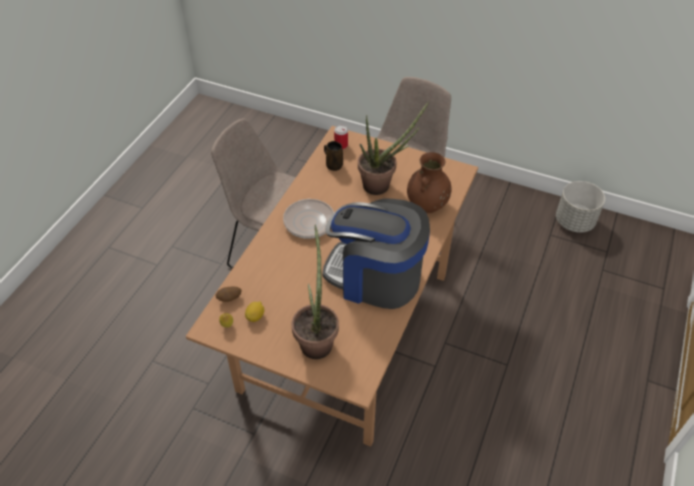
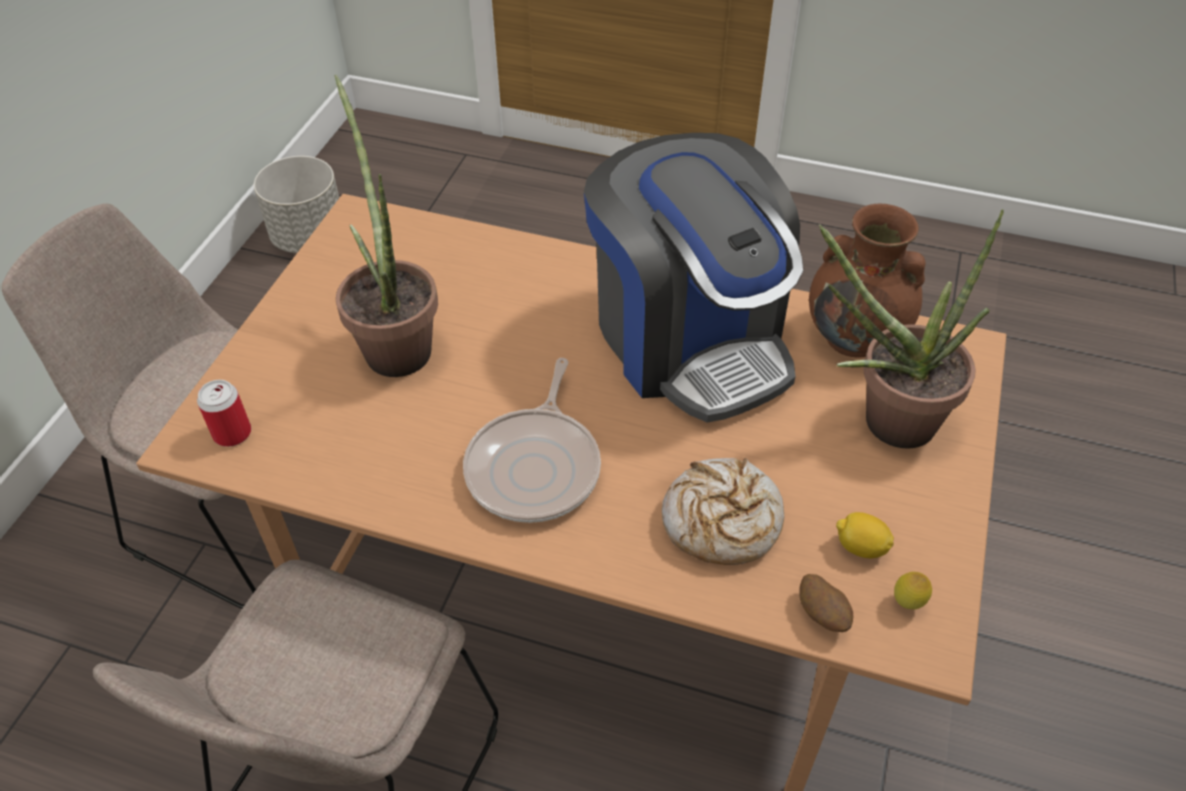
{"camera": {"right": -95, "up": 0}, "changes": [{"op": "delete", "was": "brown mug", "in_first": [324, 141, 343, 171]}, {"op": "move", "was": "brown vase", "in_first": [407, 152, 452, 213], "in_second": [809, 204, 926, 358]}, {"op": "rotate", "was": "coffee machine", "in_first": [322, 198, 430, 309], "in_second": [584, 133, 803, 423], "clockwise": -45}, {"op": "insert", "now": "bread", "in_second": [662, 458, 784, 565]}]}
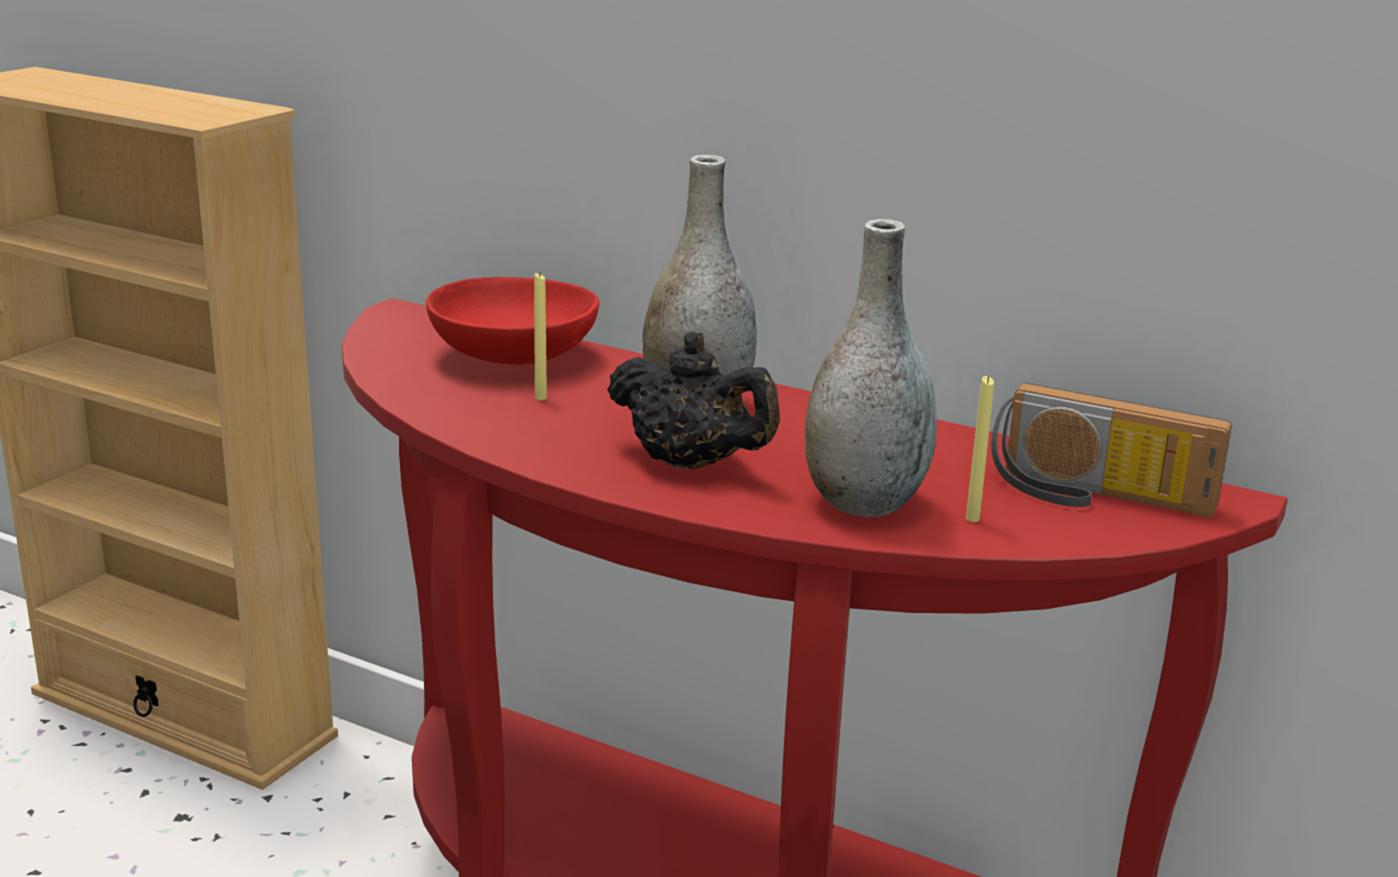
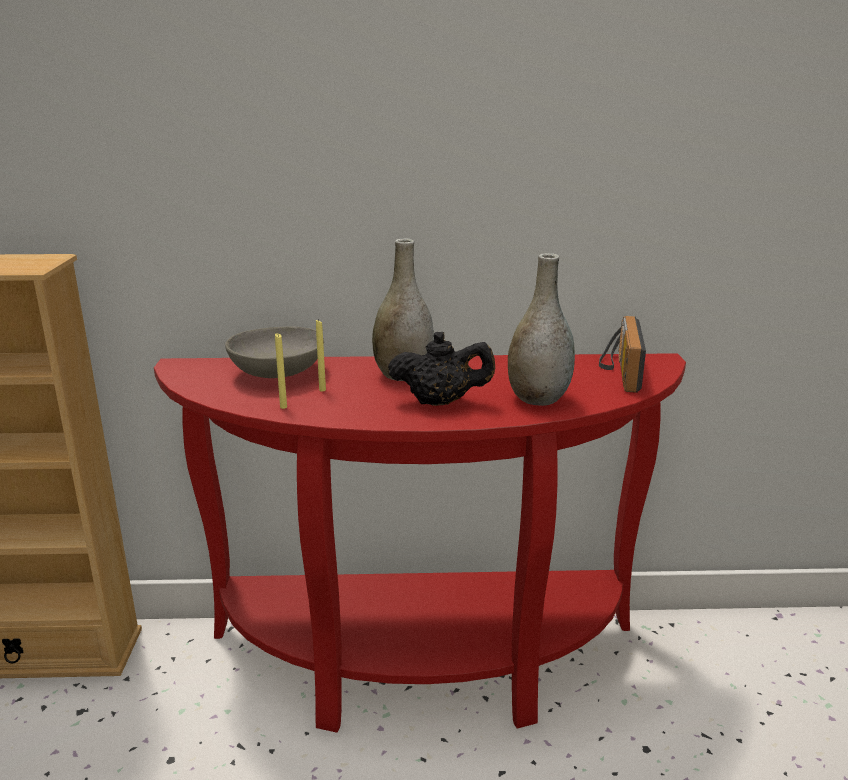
{"camera": {"right": -30, "up": 0}, "changes": [{"op": "recolor", "was": "red bowl", "now": "grey bowl", "in_first": [426, 277, 599, 365], "in_second": [225, 327, 324, 378]}, {"op": "move", "was": "yellow candle", "in_first": [966, 375, 994, 522], "in_second": [275, 334, 287, 409]}, {"op": "rotate", "was": "radio", "in_first": [991, 383, 1232, 517], "in_second": [599, 316, 646, 393], "clockwise": 105}]}
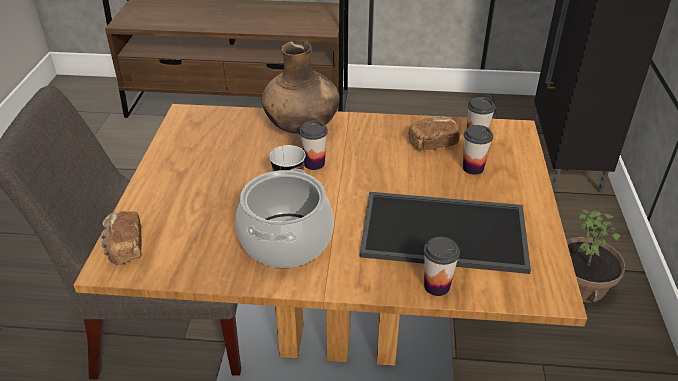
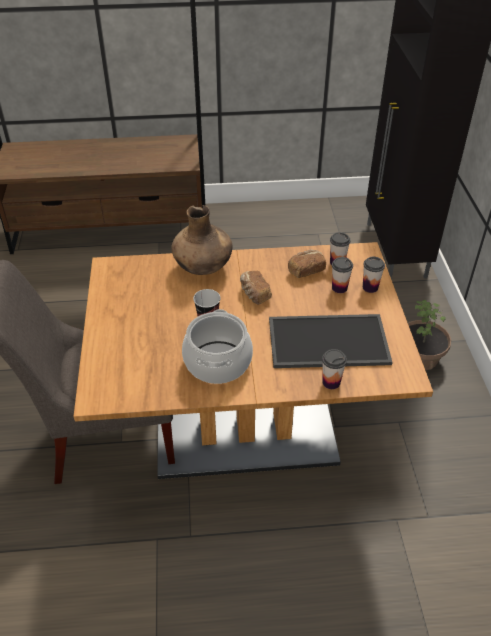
{"camera": {"right": -10, "up": 5}, "changes": [{"op": "move", "was": "cup", "in_first": [299, 121, 328, 170], "in_second": [363, 257, 385, 293]}, {"op": "move", "was": "bread", "in_first": [100, 211, 142, 265], "in_second": [240, 271, 272, 305]}]}
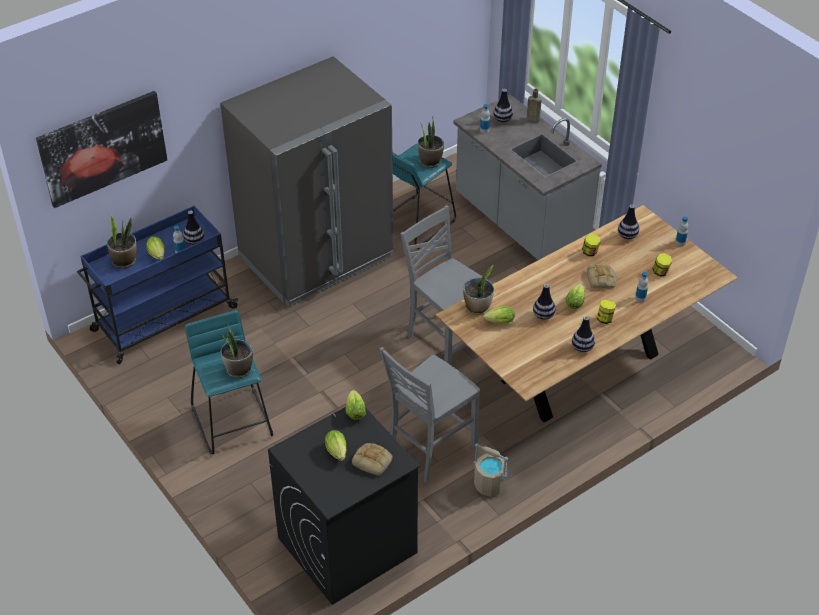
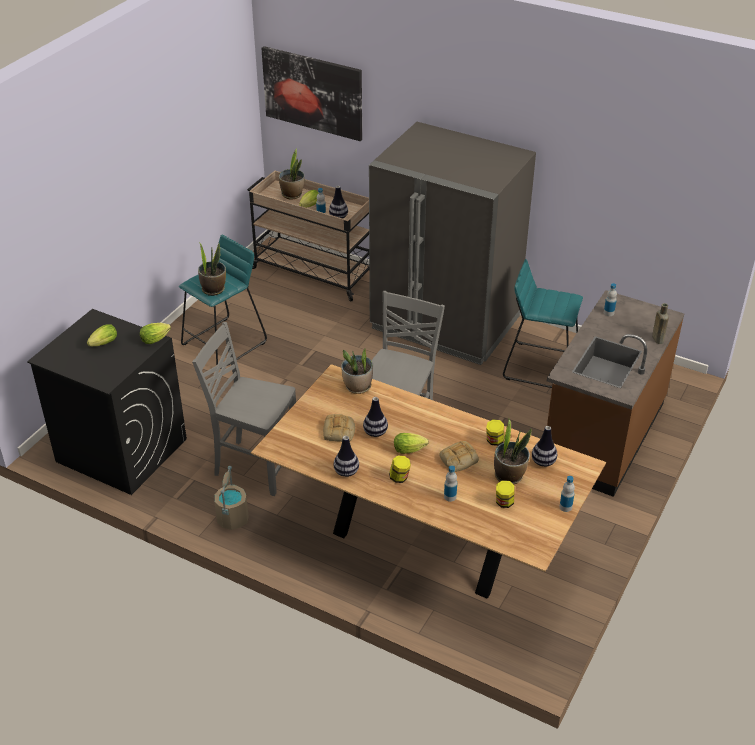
{"camera": {"right": 65, "up": -5}, "changes": [{"op": "delete", "was": "vase", "in_first": [493, 89, 513, 122]}, {"op": "recolor", "was": "grey counter", "now": "brown counter", "in_first": [453, 95, 602, 260], "in_second": [547, 290, 684, 497]}, {"op": "move", "was": "potted plant", "in_first": [418, 120, 444, 168], "in_second": [494, 419, 532, 484]}, {"op": "recolor", "was": "blue cart", "now": "beige cart", "in_first": [77, 206, 238, 364], "in_second": [247, 171, 369, 302]}, {"op": "delete", "was": "lettuce", "in_first": [483, 306, 515, 323]}, {"op": "move", "was": "bread", "in_first": [352, 443, 393, 476], "in_second": [323, 414, 355, 442]}]}
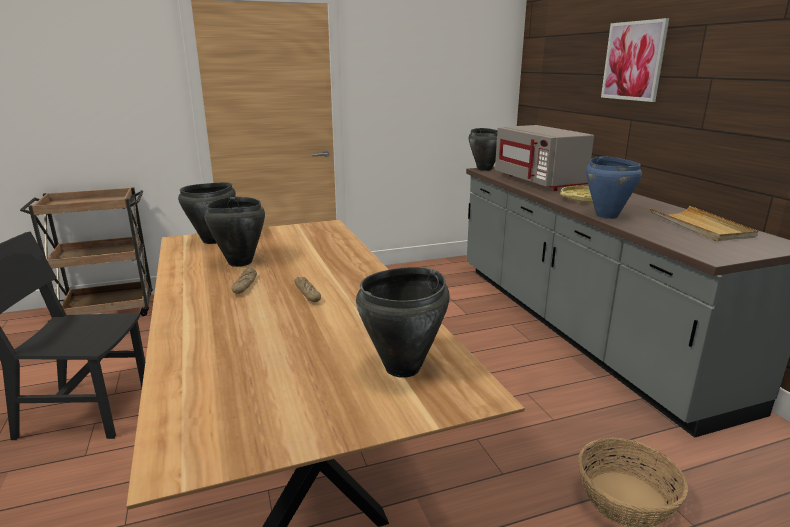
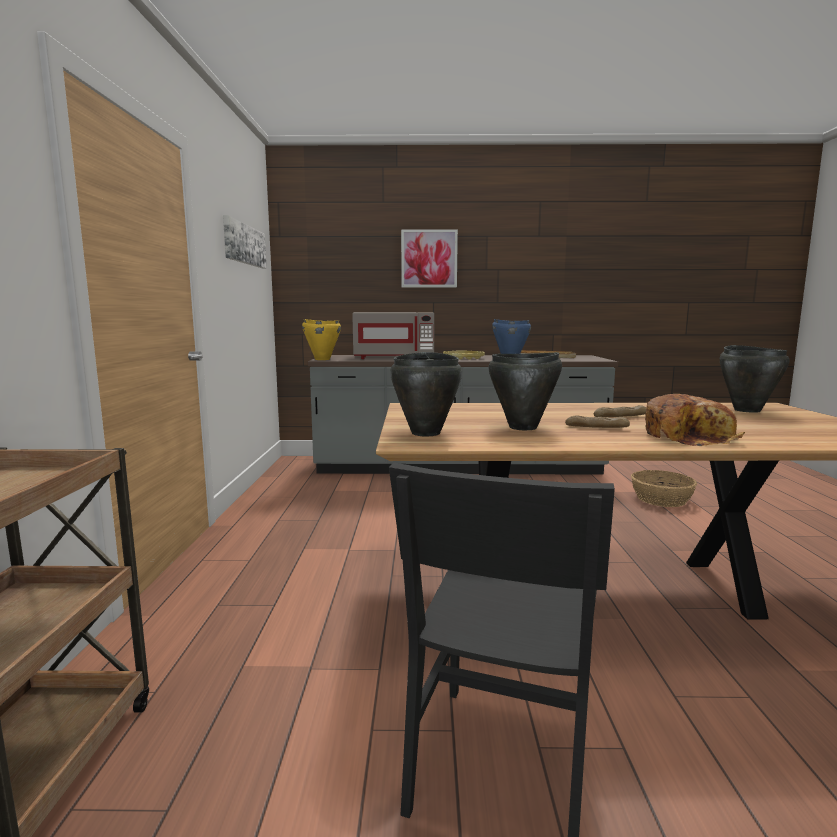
{"camera": {"right": -70, "up": -10}, "changes": [{"op": "recolor", "was": "black cooking pot", "now": "yellow cooking pot", "in_first": [469, 128, 498, 171], "in_second": [302, 319, 341, 360]}, {"op": "insert", "now": "picture", "in_second": [223, 215, 267, 268]}, {"op": "insert", "now": "bread", "in_second": [645, 394, 745, 446]}]}
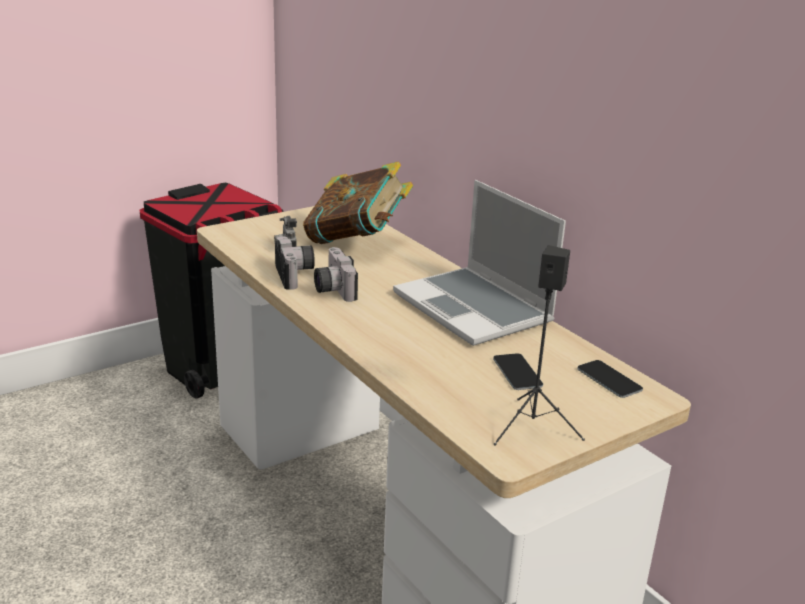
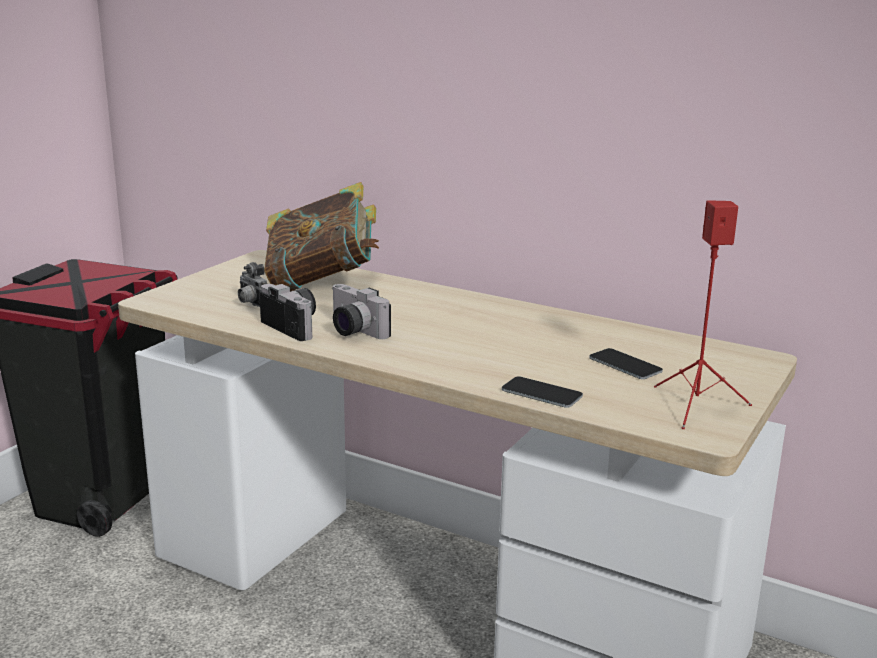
{"camera": {"right": -25, "up": -5}, "changes": [{"op": "delete", "was": "laptop", "in_first": [393, 180, 566, 346]}, {"op": "recolor", "was": "black speaker", "now": "red speaker", "in_first": [494, 245, 585, 446], "in_second": [654, 200, 752, 429]}, {"op": "move", "was": "phone", "in_first": [578, 360, 643, 398], "in_second": [502, 376, 583, 408]}]}
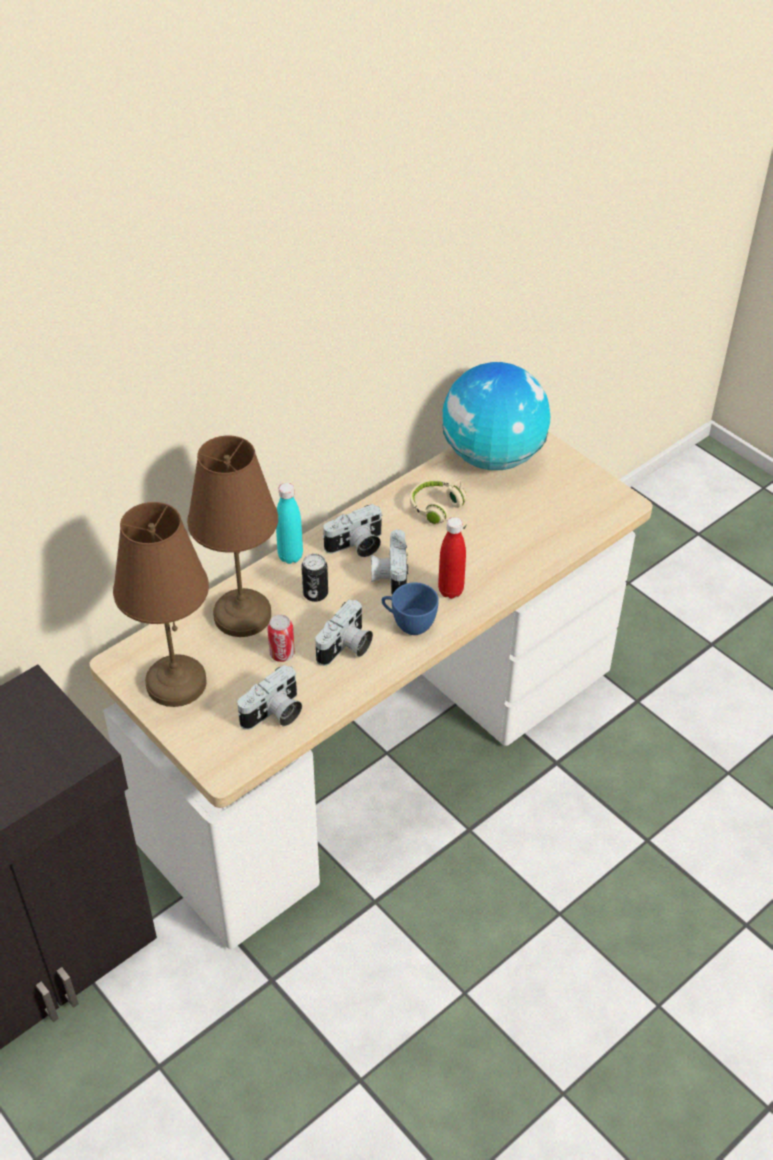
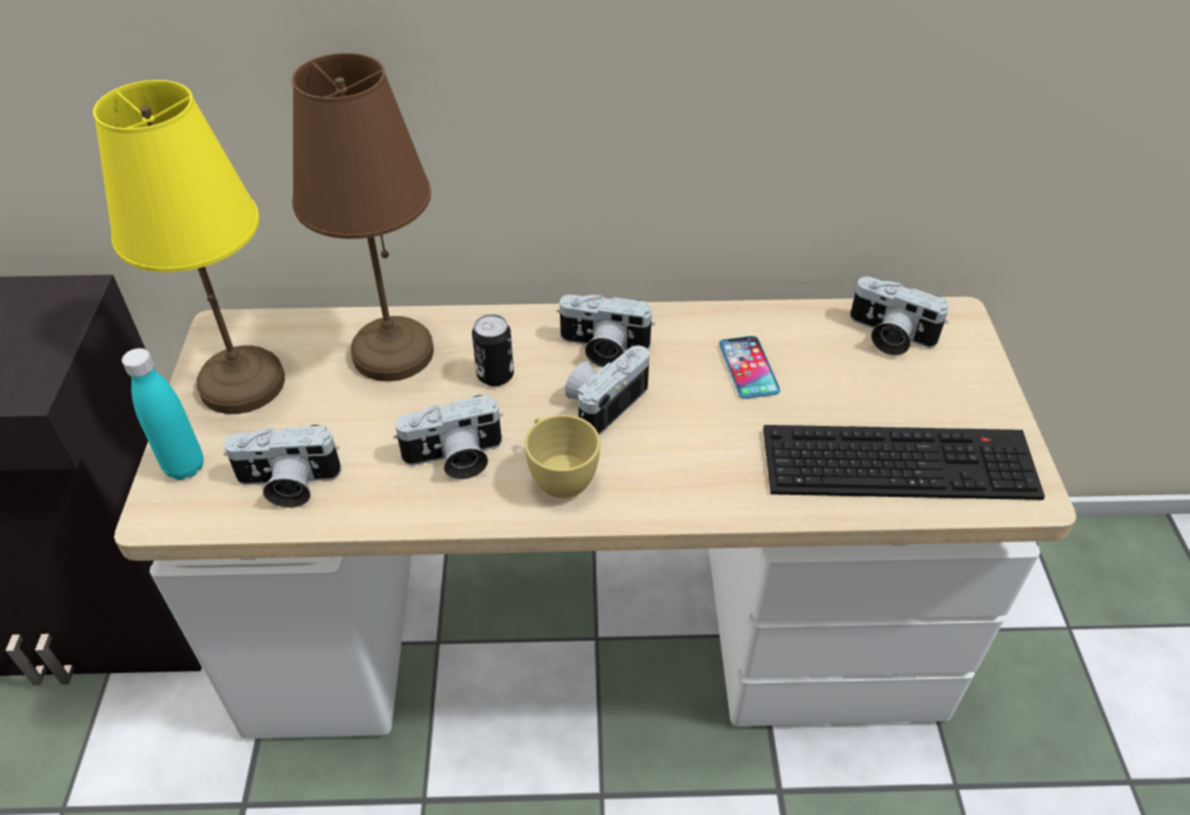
{"camera": {"right": 40, "up": 0}, "changes": [{"op": "replace", "was": "globe", "now": "photo camera", "in_first": [443, 362, 550, 470], "in_second": [850, 277, 949, 356]}, {"op": "replace", "was": "beige headphones", "now": "phone", "in_first": [410, 479, 467, 533], "in_second": [719, 336, 780, 399]}, {"op": "move", "was": "turquoise bottle", "in_first": [276, 483, 303, 564], "in_second": [122, 348, 204, 480]}, {"op": "recolor", "was": "brown table lamp", "now": "yellow table lamp", "in_first": [113, 502, 209, 707], "in_second": [93, 80, 285, 414]}, {"op": "delete", "was": "red bottle", "in_first": [438, 517, 466, 599]}, {"op": "recolor", "was": "blue cup", "now": "yellow cup", "in_first": [382, 582, 439, 635], "in_second": [524, 415, 600, 498]}, {"op": "delete", "was": "can", "in_first": [267, 615, 295, 662]}, {"op": "insert", "now": "keyboard", "in_second": [763, 425, 1045, 500]}]}
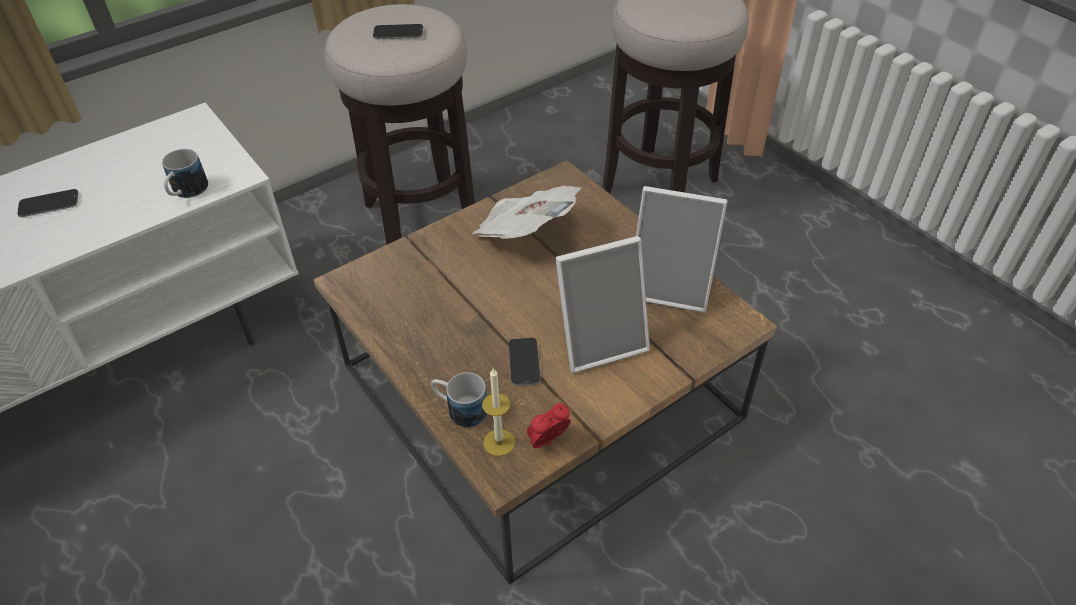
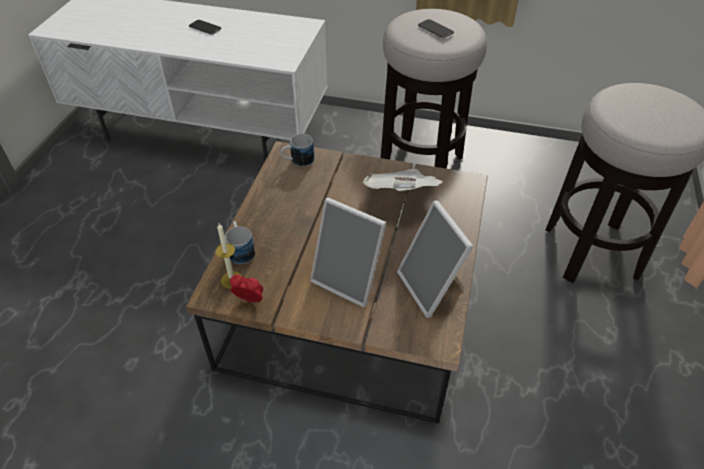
{"camera": {"right": 50, "up": 0}, "changes": [{"op": "move", "was": "mug", "in_first": [162, 149, 208, 198], "in_second": [281, 134, 314, 167]}, {"op": "delete", "was": "phone", "in_first": [509, 338, 541, 386]}]}
